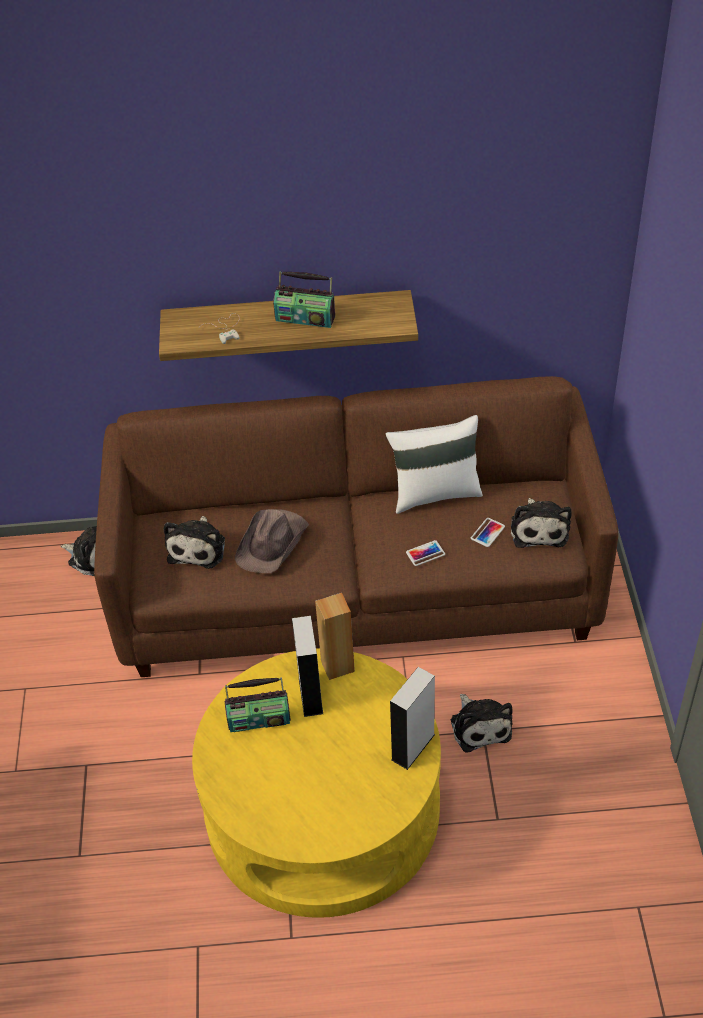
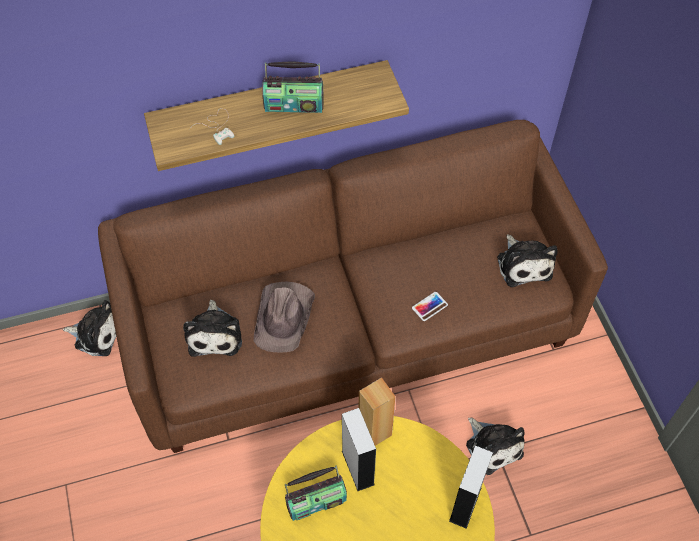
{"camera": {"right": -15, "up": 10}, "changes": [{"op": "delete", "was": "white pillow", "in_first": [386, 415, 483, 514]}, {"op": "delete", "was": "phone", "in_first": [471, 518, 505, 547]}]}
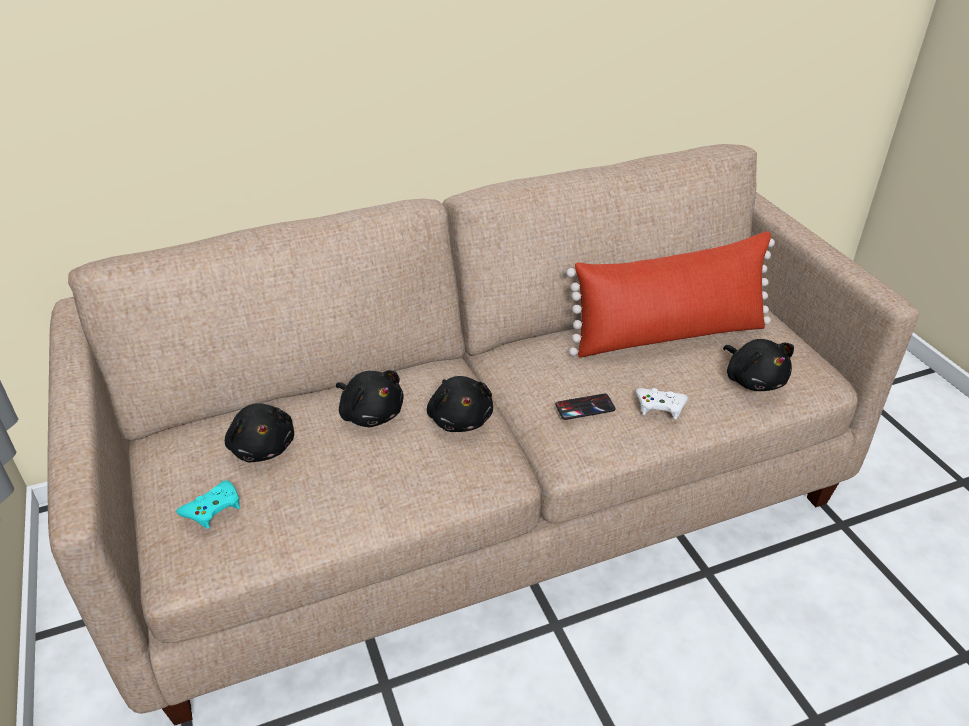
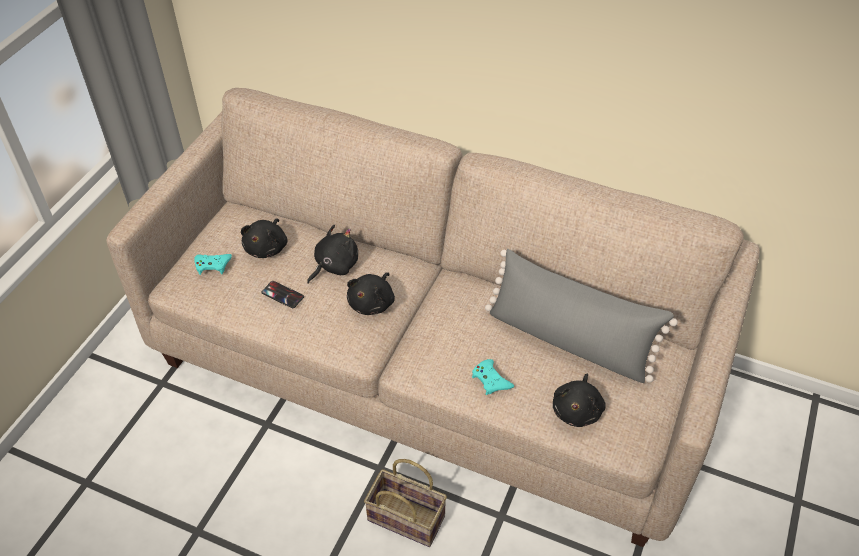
{"camera": {"right": 45, "up": 10}, "changes": [{"op": "recolor", "was": "red pillow", "now": "grey pillow", "in_first": [566, 231, 775, 358], "in_second": [485, 249, 678, 383]}, {"op": "rotate", "was": "black plush toy", "in_first": [336, 370, 404, 427], "in_second": [307, 225, 358, 283], "clockwise": -135}, {"op": "recolor", "was": "white game controller", "now": "turquoise game controller", "in_first": [636, 388, 688, 419], "in_second": [472, 359, 514, 395]}, {"op": "move", "was": "phone", "in_first": [555, 393, 616, 420], "in_second": [261, 281, 304, 308]}, {"op": "insert", "now": "basket", "in_second": [364, 459, 447, 547]}]}
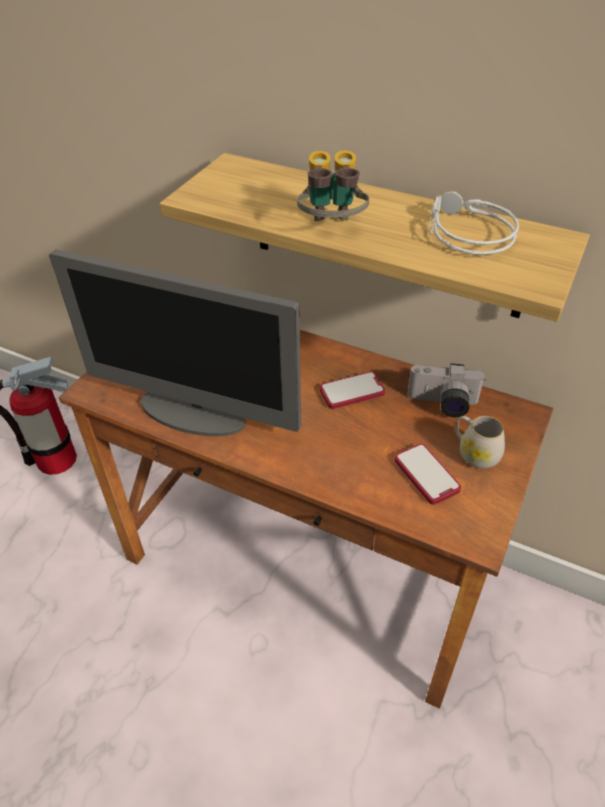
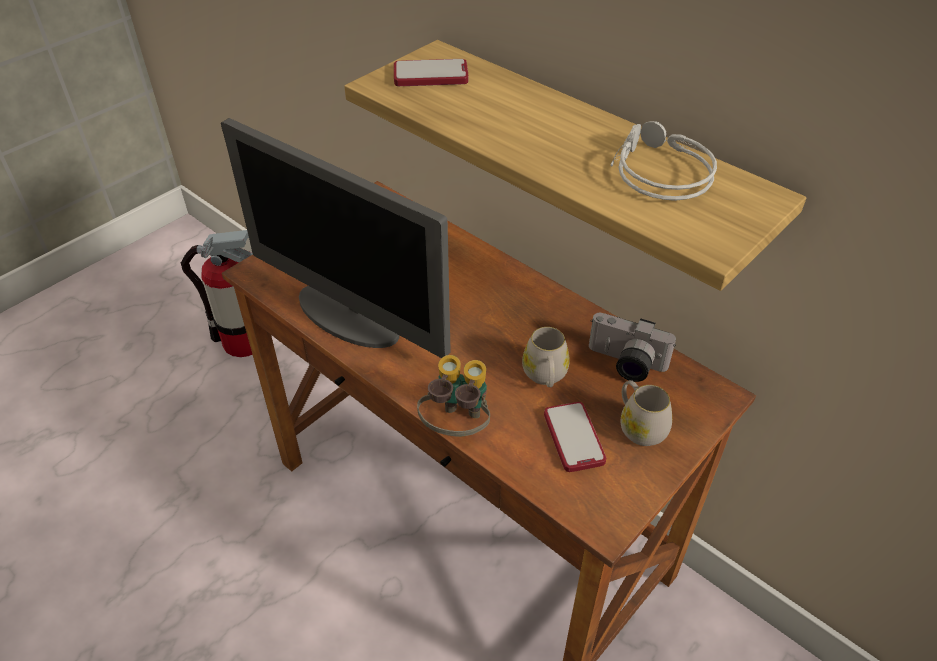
{"camera": {"right": 15, "up": 0}, "changes": [{"op": "move", "was": "binoculars", "in_first": [297, 150, 369, 221], "in_second": [417, 355, 490, 436]}, {"op": "move", "was": "phone", "in_first": [320, 372, 385, 409], "in_second": [394, 59, 468, 86]}, {"op": "insert", "now": "white mug", "in_second": [522, 327, 570, 387]}]}
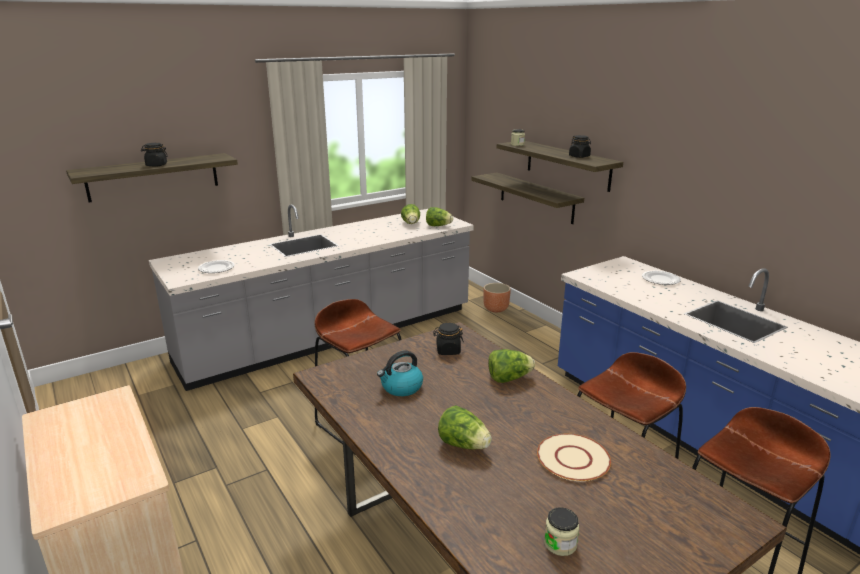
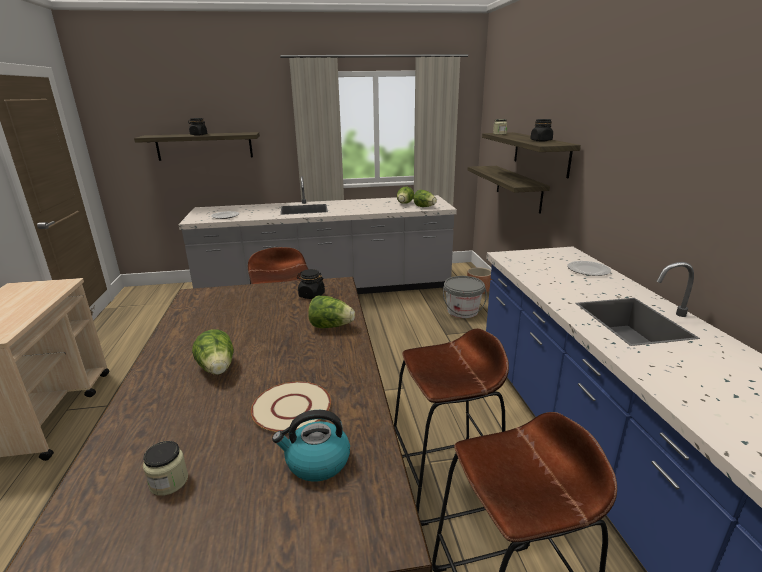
{"camera": {"right": 25, "up": 0}, "changes": [{"op": "move", "was": "kettle", "in_first": [377, 350, 423, 396], "in_second": [272, 410, 350, 482]}, {"op": "insert", "now": "grey bucket", "in_second": [443, 276, 487, 318]}]}
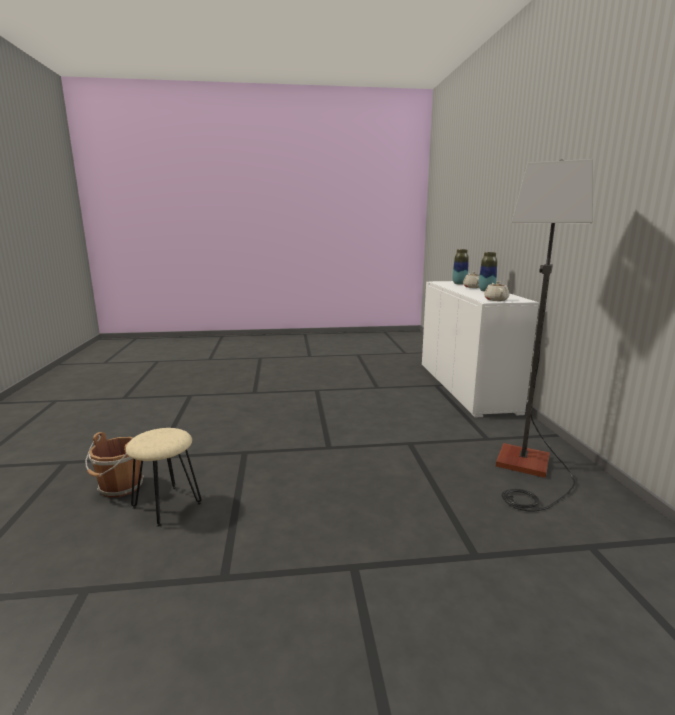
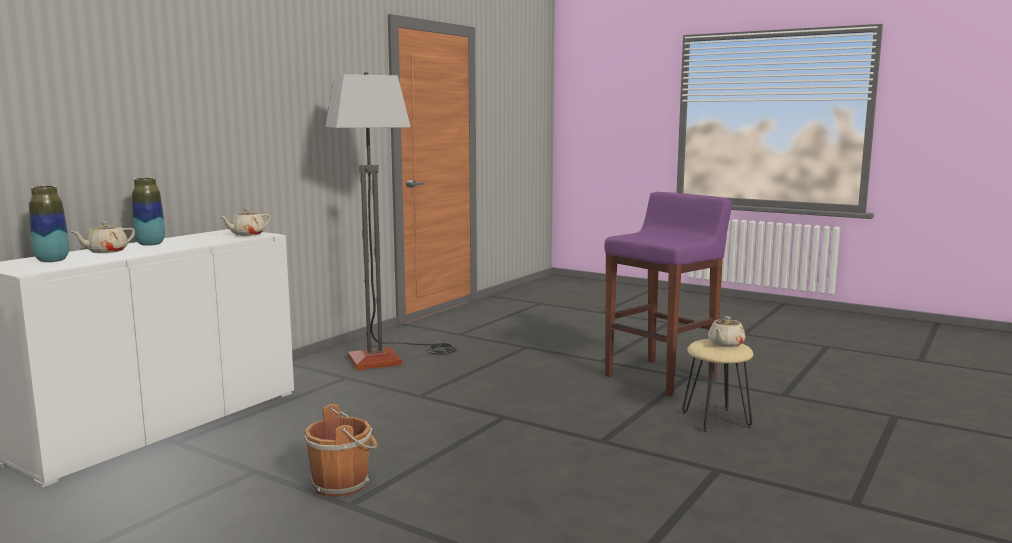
{"camera": {"right": -140, "up": -5}, "changes": [{"op": "move", "was": "brown bucket", "in_first": [85, 432, 144, 497], "in_second": [304, 404, 378, 497]}, {"op": "insert", "now": "purple stool", "in_second": [605, 192, 732, 397]}, {"op": "insert", "now": "beige teapot", "in_second": [708, 316, 745, 347]}]}
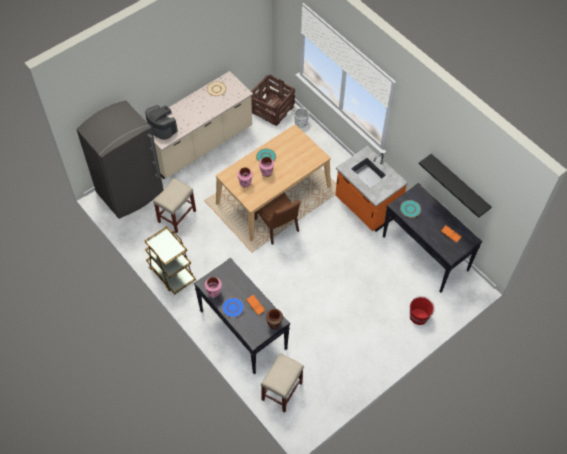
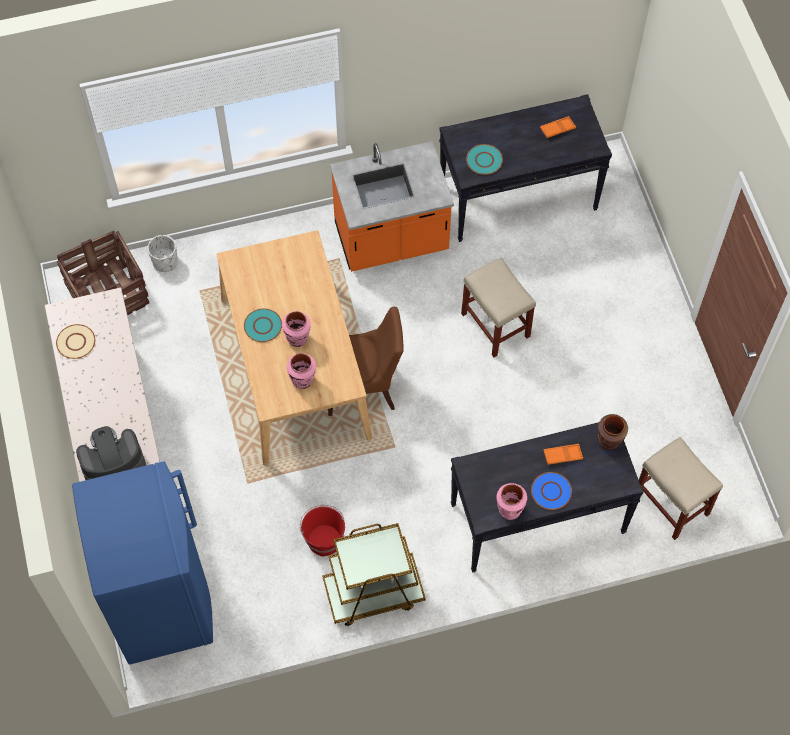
{"camera": {"right": -65, "up": 5}, "changes": [{"op": "recolor", "was": "grey fridge", "now": "blue fridge", "in_first": [76, 100, 164, 219], "in_second": [72, 461, 213, 664]}, {"op": "delete", "was": "black shelf", "in_first": [419, 154, 492, 218]}, {"op": "move", "was": "beige stool", "in_first": [153, 178, 196, 233], "in_second": [461, 257, 536, 357]}, {"op": "move", "was": "red bucket", "in_first": [410, 296, 435, 325], "in_second": [300, 505, 345, 557]}]}
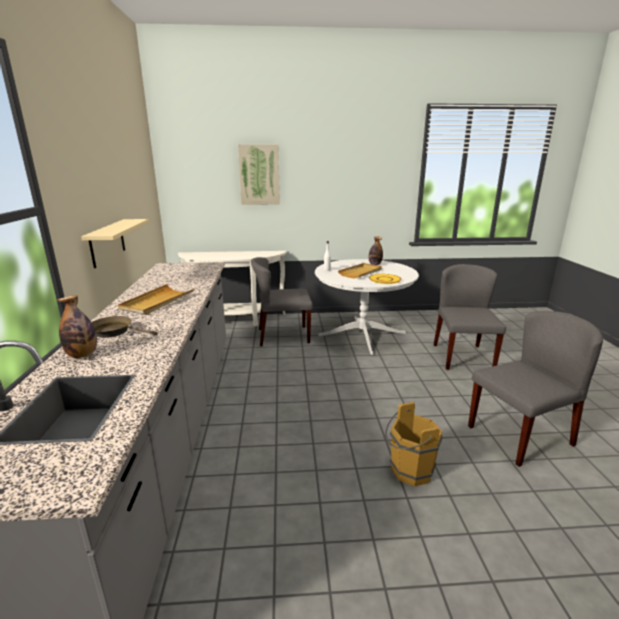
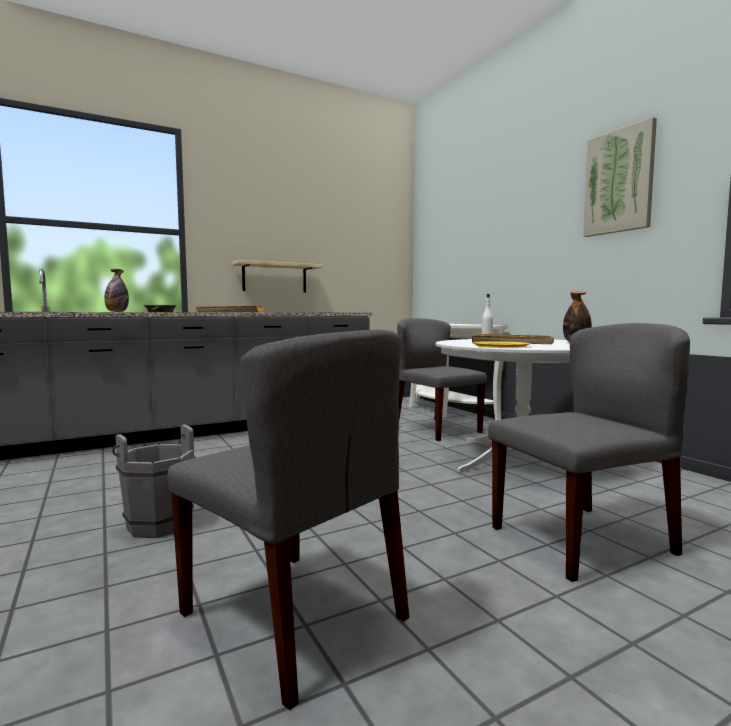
{"camera": {"right": 65, "up": -15}, "changes": [{"op": "move", "was": "picture", "in_first": [238, 144, 280, 205], "in_second": [583, 117, 657, 237]}, {"op": "recolor", "was": "brown bucket", "now": "grey bucket", "in_first": [385, 402, 443, 486], "in_second": [112, 424, 195, 538]}]}
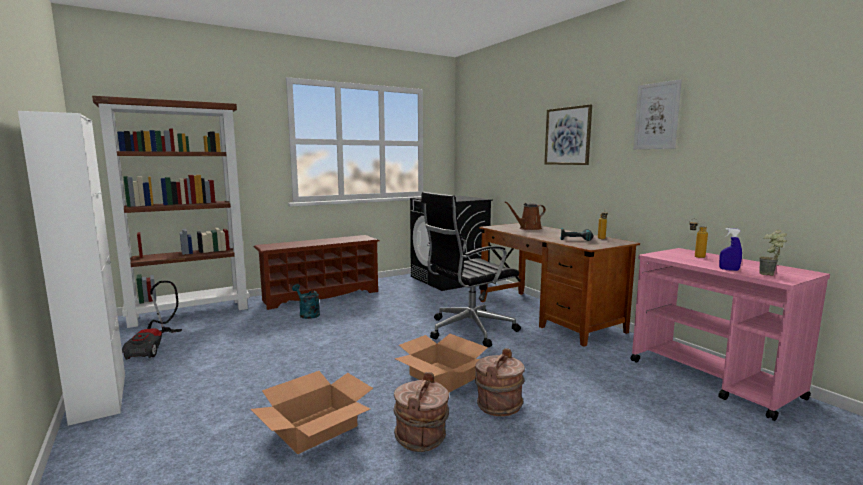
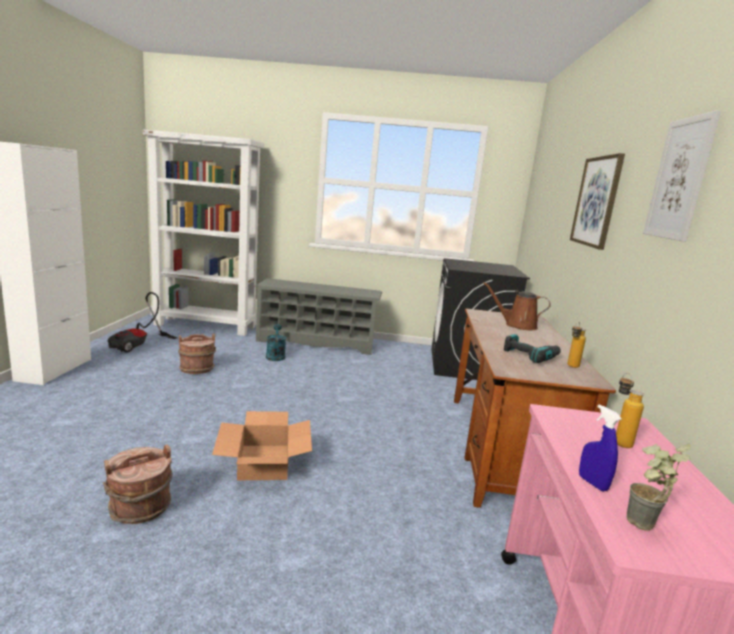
{"camera": {"right": 35, "up": 5}, "changes": [{"op": "recolor", "was": "brown bookcase", "now": "white bookcase", "in_first": [92, 96, 249, 328], "in_second": [143, 129, 264, 336]}, {"op": "delete", "was": "black office chair", "in_first": [421, 192, 521, 347]}, {"op": "recolor", "was": "brown shoe rack", "now": "grey shoe rack", "in_first": [254, 235, 379, 310], "in_second": [255, 278, 382, 355]}, {"op": "move", "was": "brown bucket", "in_first": [475, 348, 525, 417], "in_second": [178, 333, 216, 374]}, {"op": "delete", "was": "cardboard box", "in_first": [251, 371, 373, 454]}]}
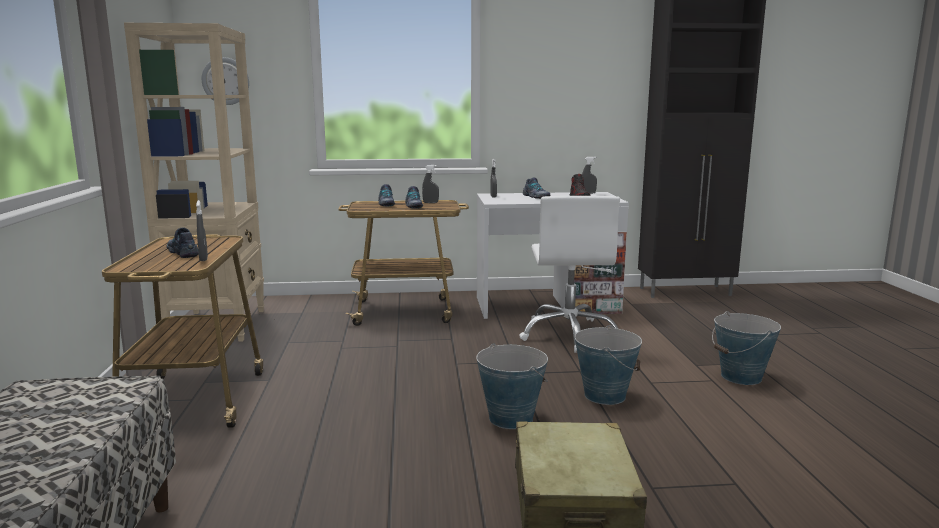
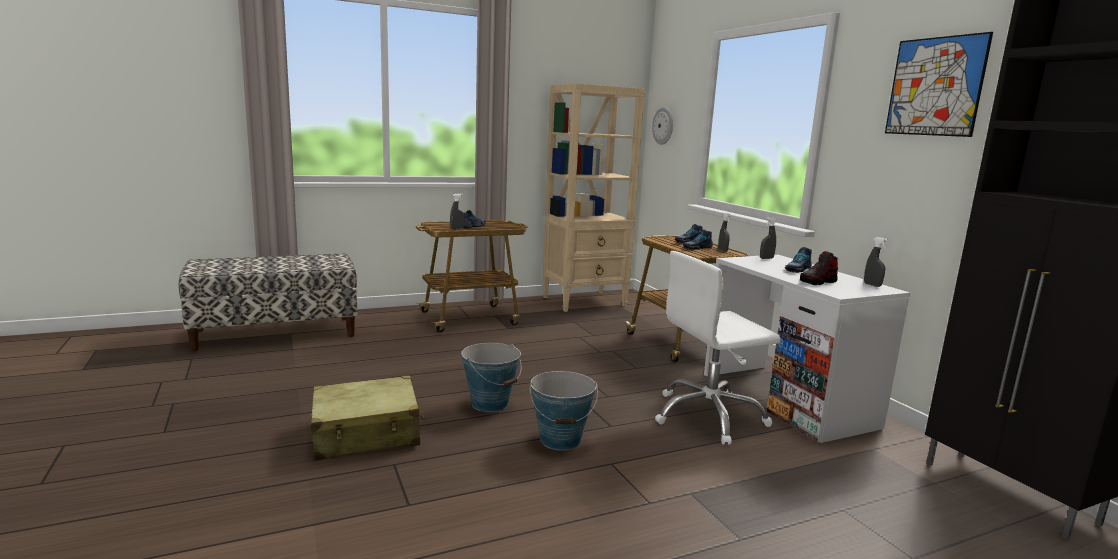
{"camera": {"right": 70, "up": 0}, "changes": [{"op": "delete", "was": "bucket", "in_first": [712, 311, 781, 385]}, {"op": "insert", "now": "picture", "in_second": [885, 32, 993, 137]}]}
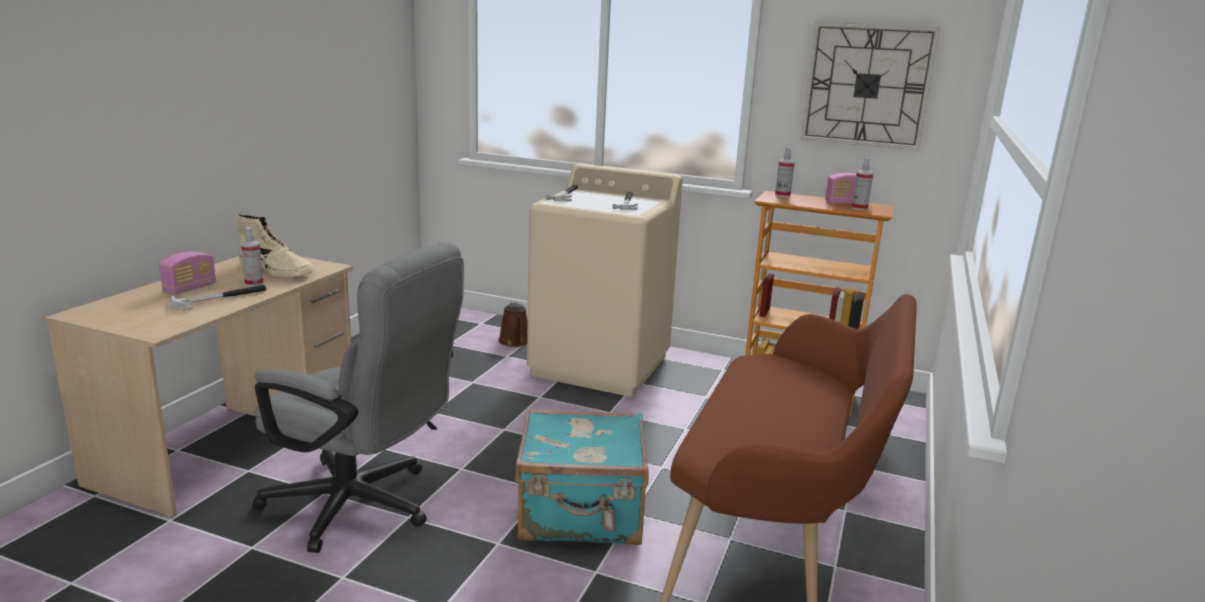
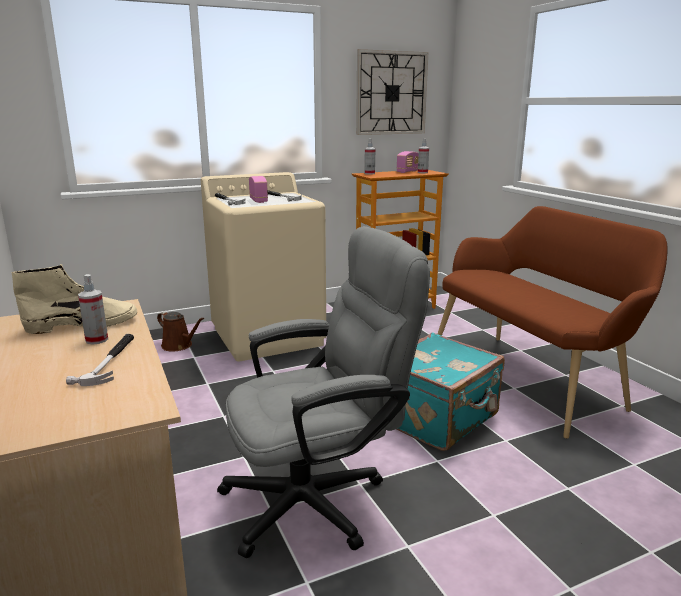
{"camera": {"right": -45, "up": 0}, "changes": [{"op": "move", "was": "radio", "in_first": [159, 251, 216, 294], "in_second": [249, 176, 268, 203]}]}
